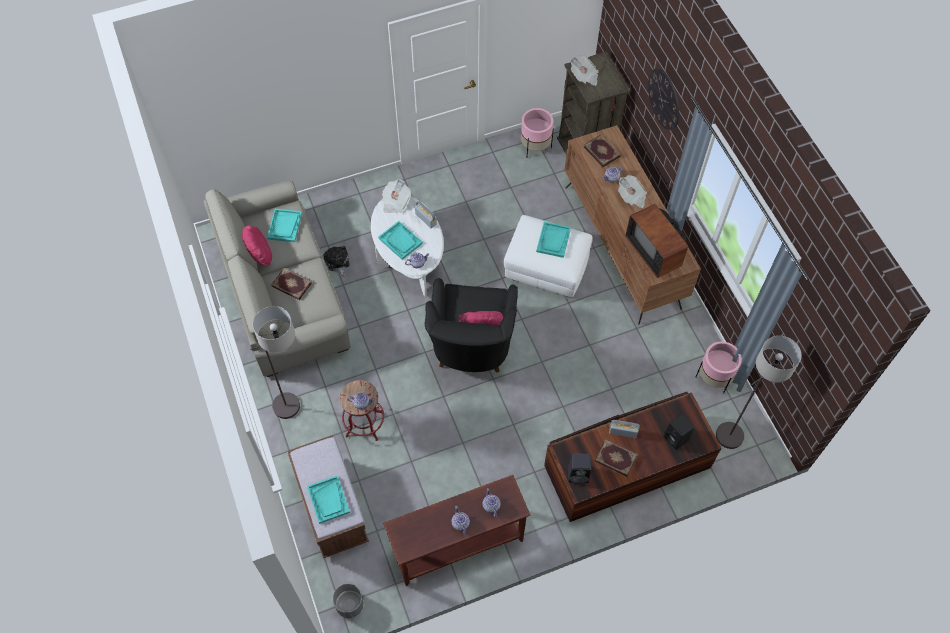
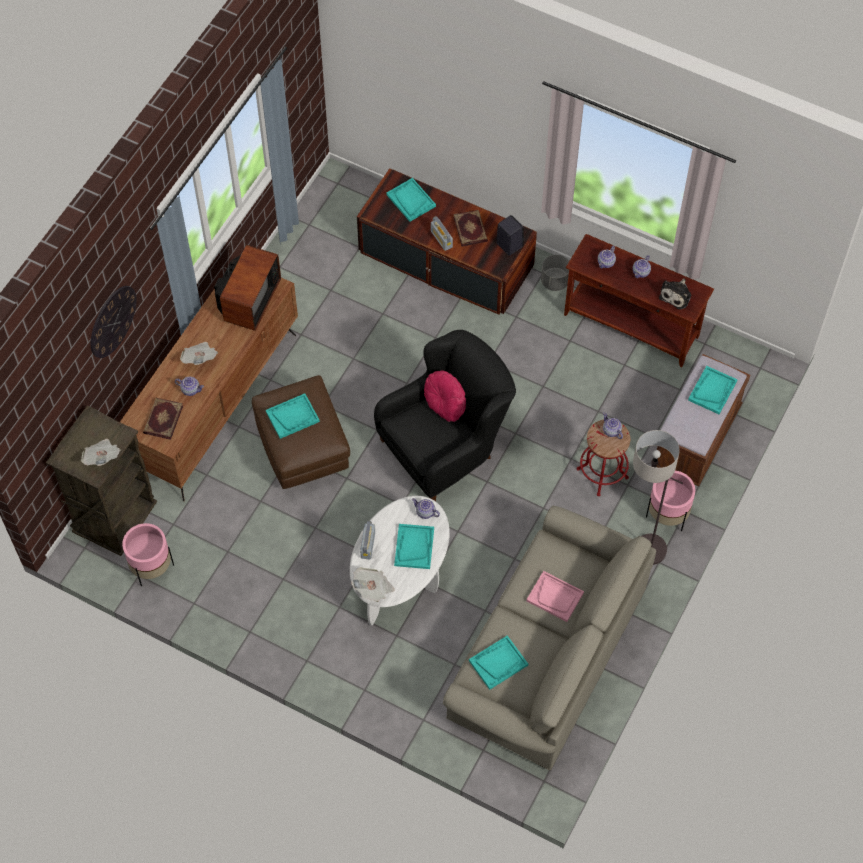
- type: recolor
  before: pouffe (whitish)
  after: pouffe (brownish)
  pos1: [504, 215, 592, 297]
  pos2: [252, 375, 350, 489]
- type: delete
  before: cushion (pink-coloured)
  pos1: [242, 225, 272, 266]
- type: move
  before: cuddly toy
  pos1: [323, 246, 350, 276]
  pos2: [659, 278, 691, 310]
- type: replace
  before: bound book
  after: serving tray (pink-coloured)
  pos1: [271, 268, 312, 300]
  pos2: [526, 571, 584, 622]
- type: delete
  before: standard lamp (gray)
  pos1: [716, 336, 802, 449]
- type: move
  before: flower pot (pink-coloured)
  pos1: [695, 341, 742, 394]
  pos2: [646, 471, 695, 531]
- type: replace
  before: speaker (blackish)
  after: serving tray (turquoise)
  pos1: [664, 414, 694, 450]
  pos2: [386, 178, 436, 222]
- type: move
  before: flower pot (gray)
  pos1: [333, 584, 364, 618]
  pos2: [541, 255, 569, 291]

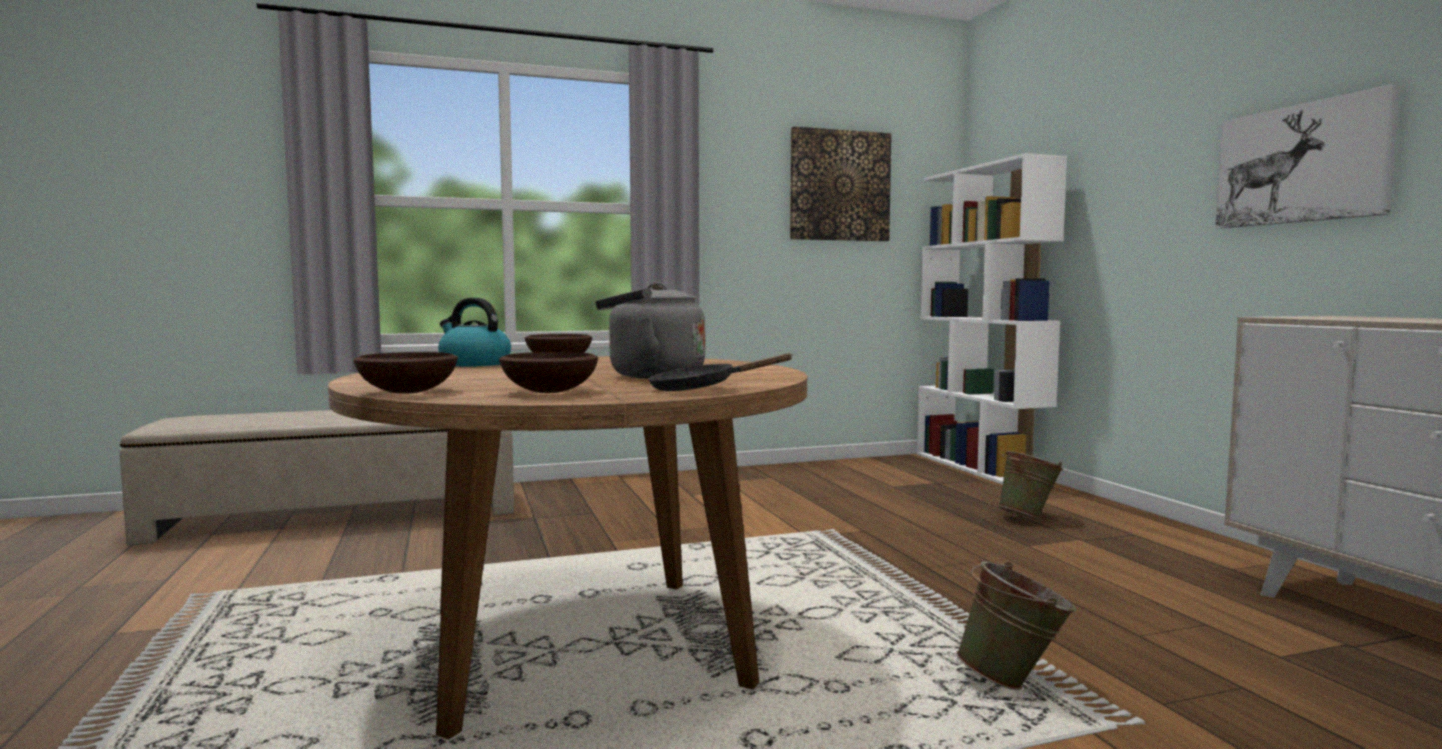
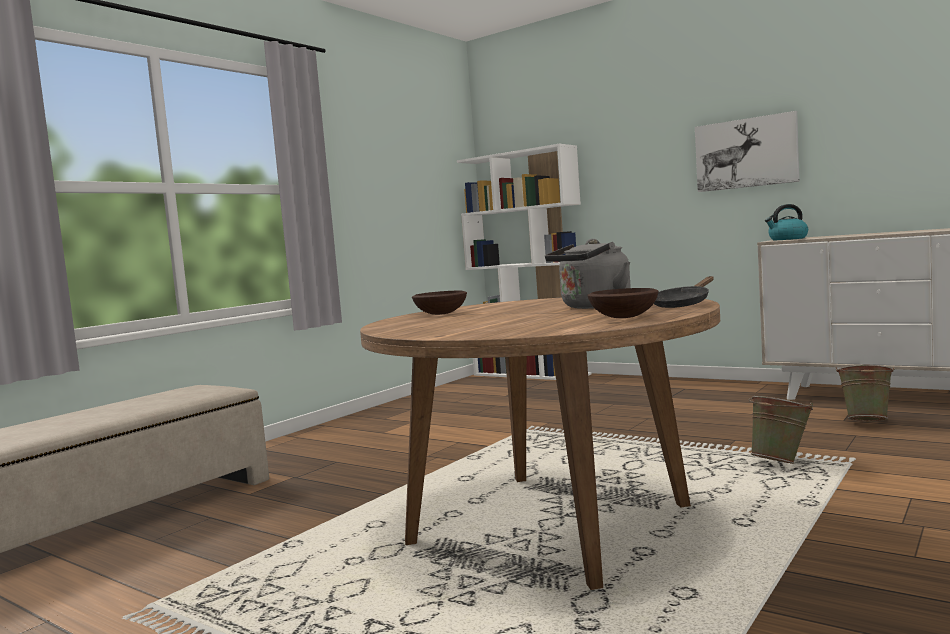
- type: delete
  before: picture
  pos1: [790, 127, 892, 241]
- type: move
  before: water kettle
  pos1: [438, 297, 511, 367]
  pos2: [765, 204, 808, 240]
- type: delete
  before: bowl (brownish)
  pos1: [353, 352, 458, 394]
- type: move
  before: bucket (green-coloured)
  pos1: [998, 451, 1063, 520]
  pos2: [836, 365, 895, 421]

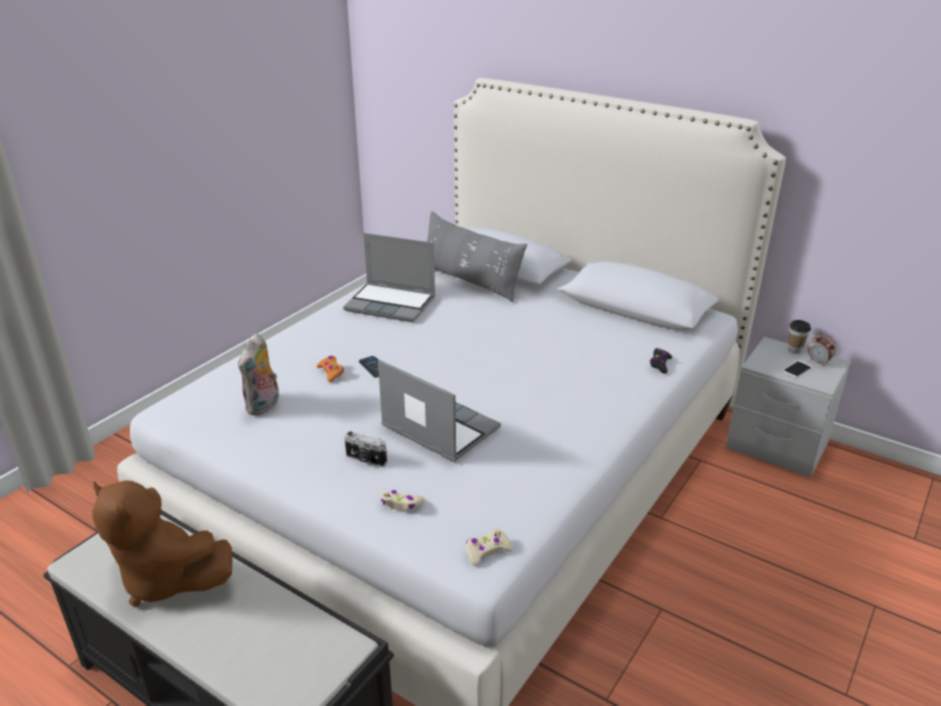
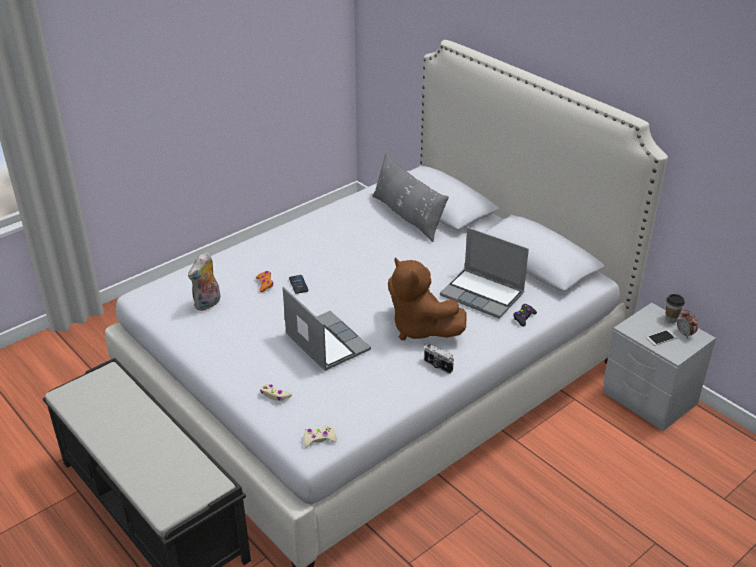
- type: move
  before: portable computer
  pos1: [343, 233, 436, 322]
  pos2: [440, 228, 529, 318]
- type: move
  before: still camera
  pos1: [344, 432, 387, 467]
  pos2: [424, 344, 454, 374]
- type: move
  before: cuddly toy (brownish)
  pos1: [92, 480, 232, 606]
  pos2: [388, 257, 466, 340]

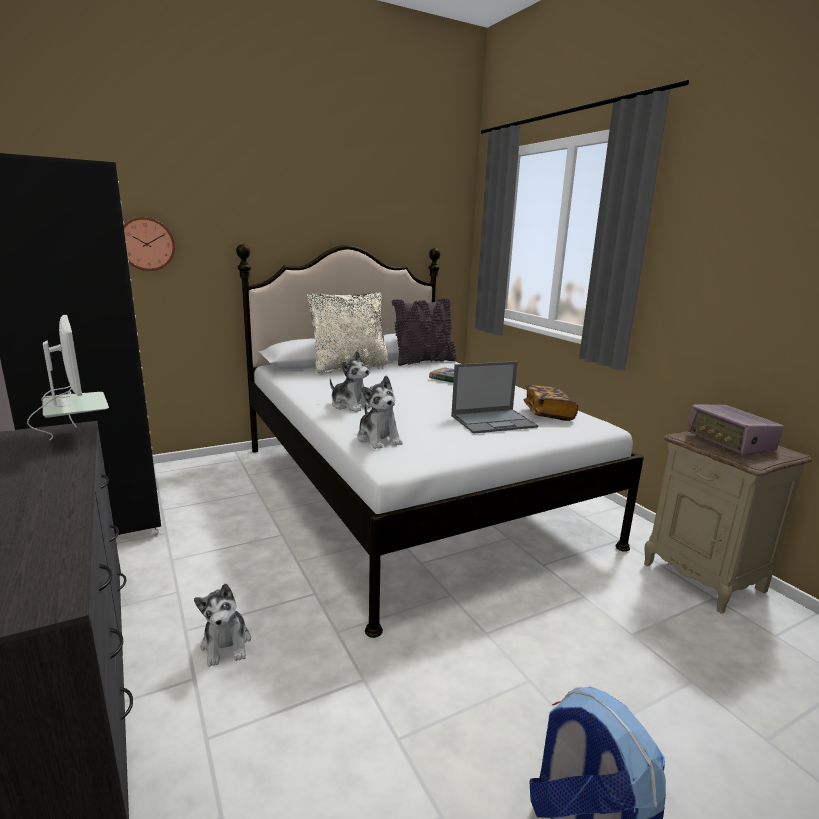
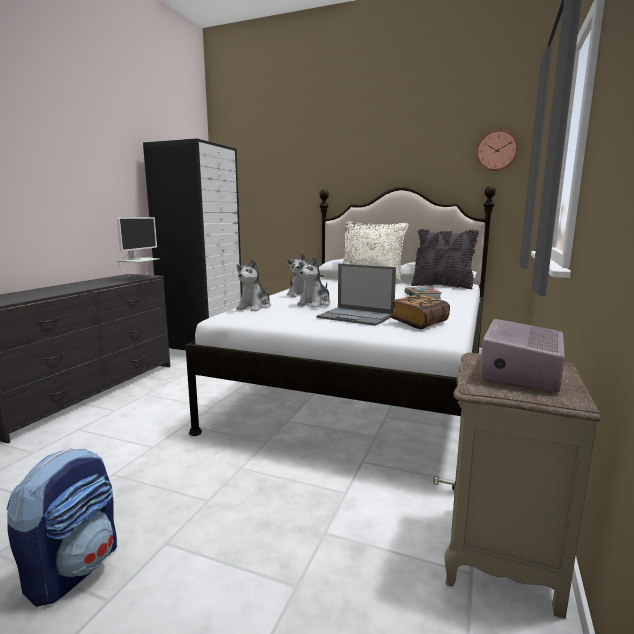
- type: move
  before: clock on the wall
  pos1: [124, 217, 175, 271]
  pos2: [476, 129, 518, 171]
- type: move
  before: cuddly toy
  pos1: [194, 583, 251, 667]
  pos2: [297, 256, 330, 308]

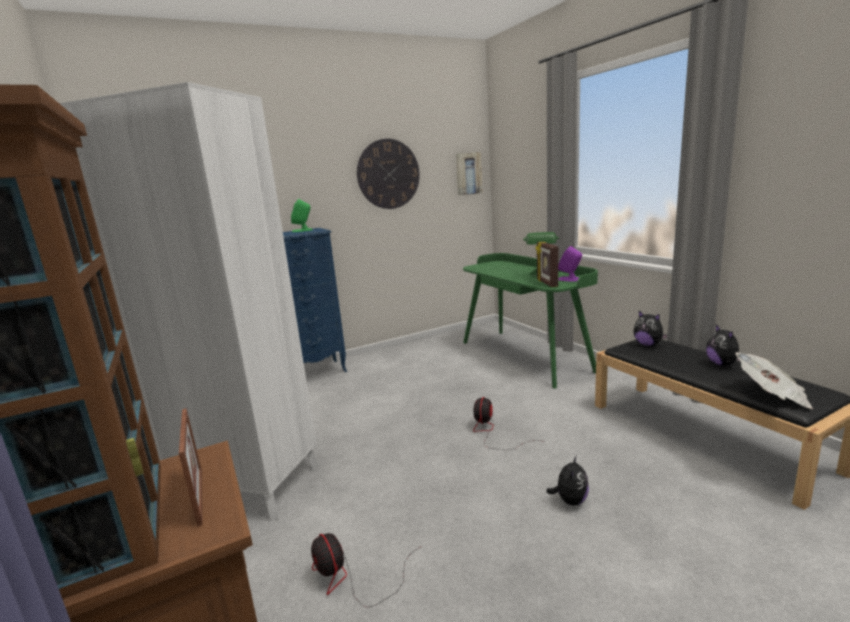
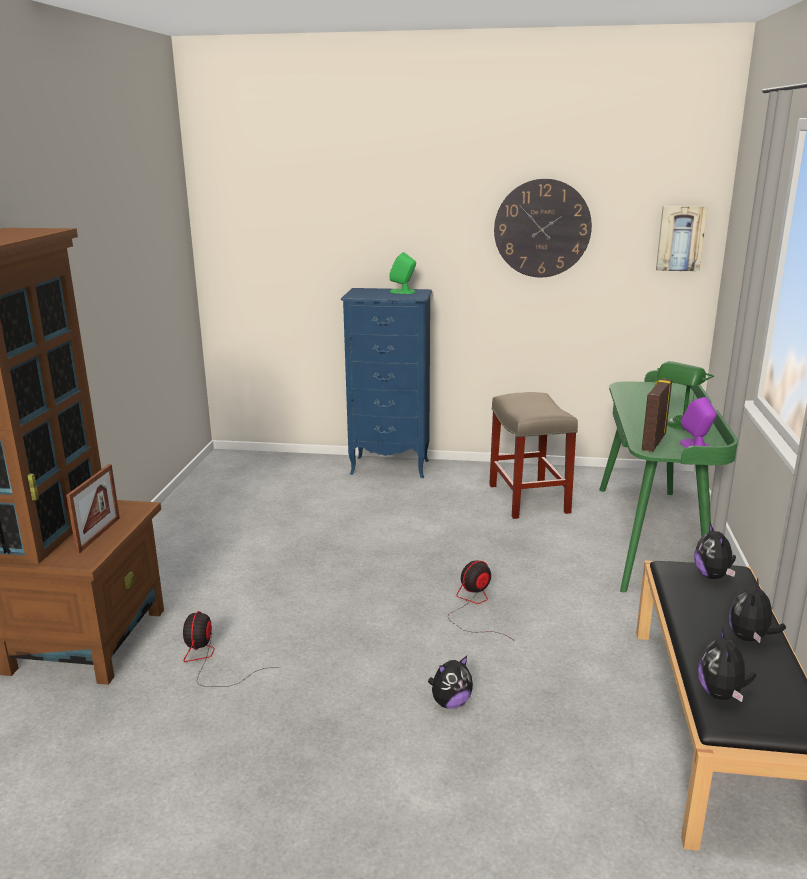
- type: delete
  before: armoire (whitish)
  pos1: [59, 82, 319, 521]
- type: replace
  before: newspaper
  after: cuddly toy
  pos1: [735, 352, 813, 409]
  pos2: [698, 627, 756, 702]
- type: insert
  after: stool (sand-coloured)
  pos2: [489, 392, 578, 519]

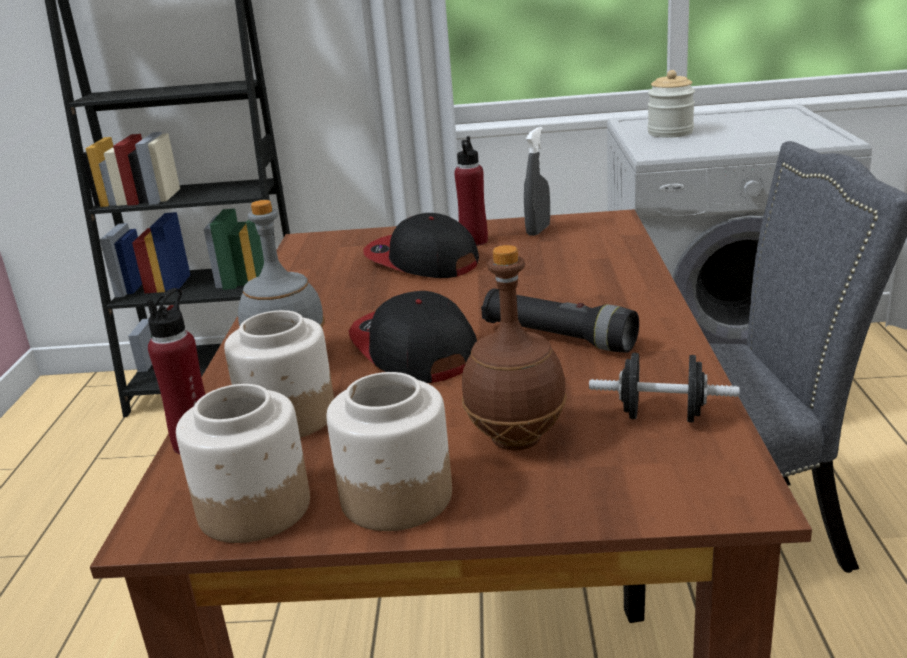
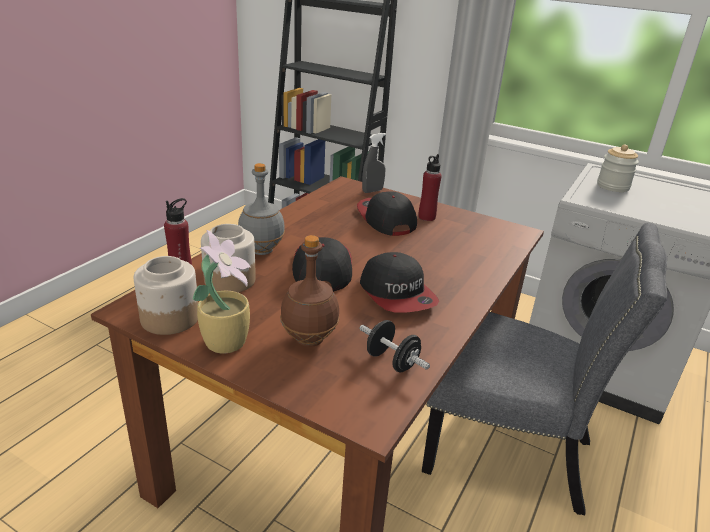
- type: move
  before: spray bottle (gray)
  pos1: [524, 127, 550, 236]
  pos2: [362, 133, 386, 193]
- type: replace
  before: hand torch (blackish)
  after: peaked cap
  pos1: [481, 288, 639, 353]
  pos2: [360, 252, 439, 313]
- type: replace
  before: storage jar
  after: plant in a pot
  pos1: [326, 372, 452, 531]
  pos2: [193, 230, 251, 354]

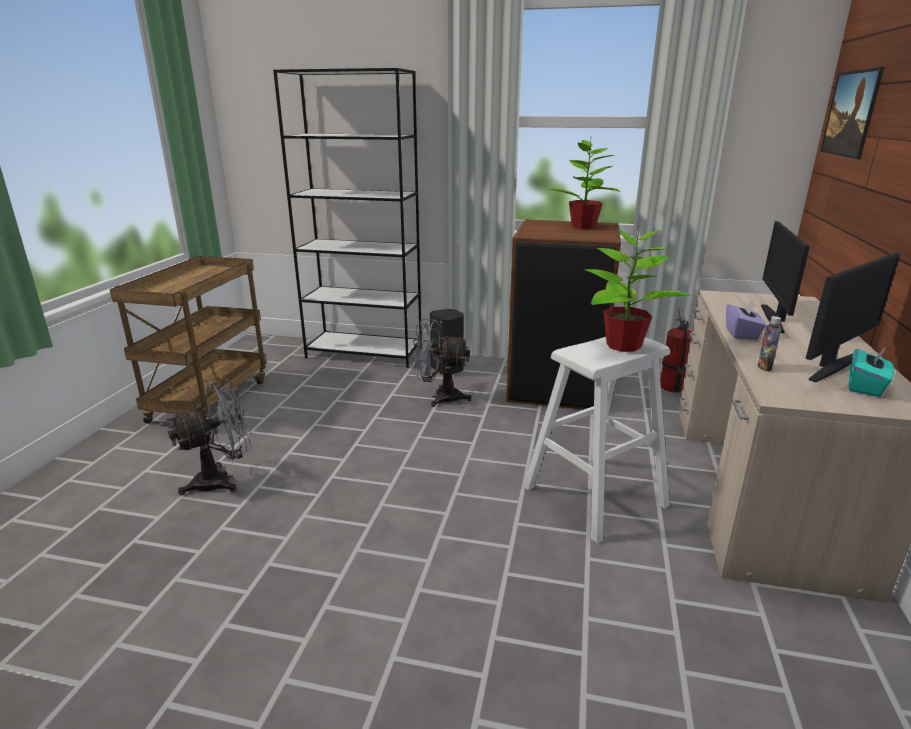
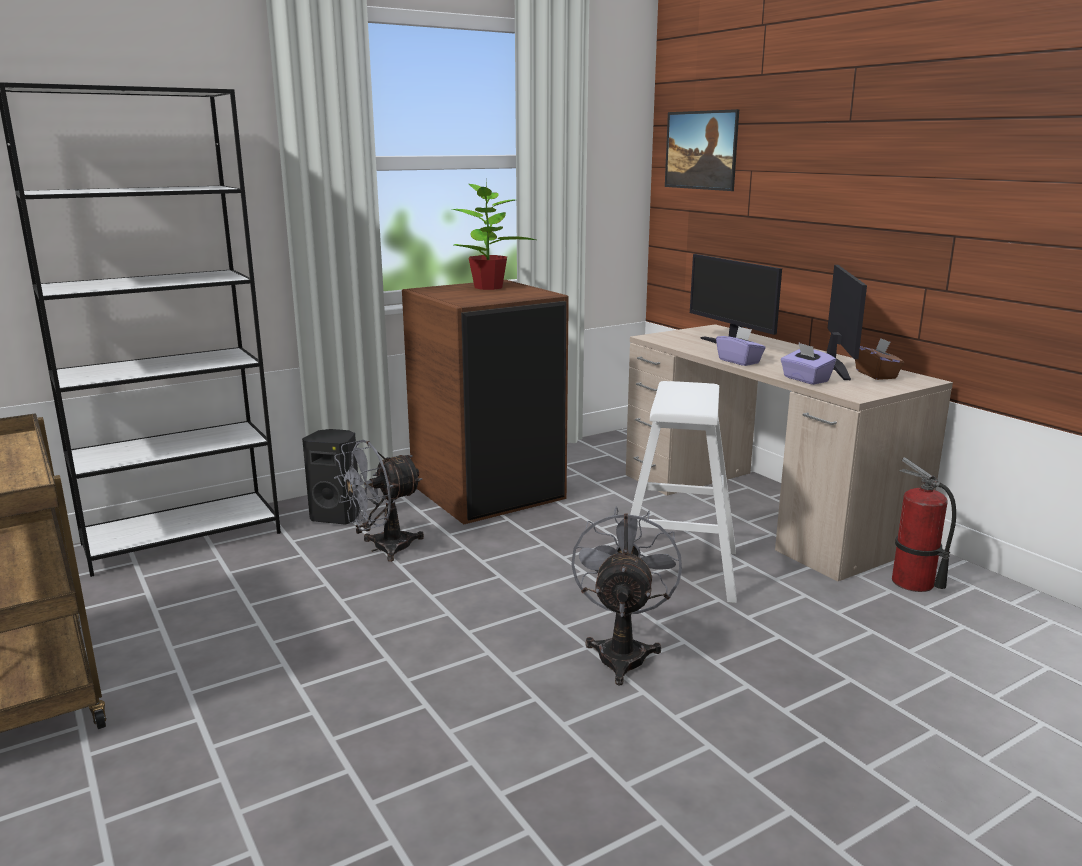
- type: delete
  before: plant in a pot
  pos1: [585, 226, 690, 352]
- type: move
  before: fire extinguisher
  pos1: [660, 308, 692, 392]
  pos2: [892, 457, 956, 592]
- type: replace
  before: bottle
  after: tissue holder (purple)
  pos1: [758, 316, 781, 371]
  pos2: [781, 342, 836, 385]
- type: recolor
  before: tissue holder (turquoise)
  after: tissue holder (brownish)
  pos1: [849, 346, 894, 397]
  pos2: [855, 338, 904, 380]
- type: move
  before: cooling fan (gray)
  pos1: [168, 379, 252, 495]
  pos2: [571, 507, 682, 685]

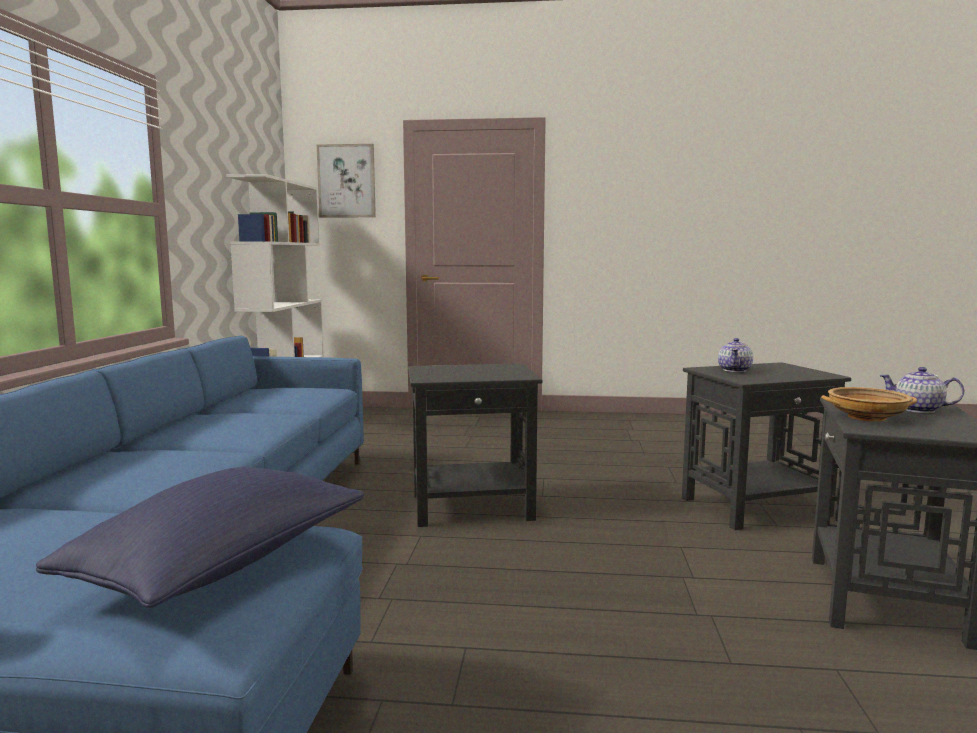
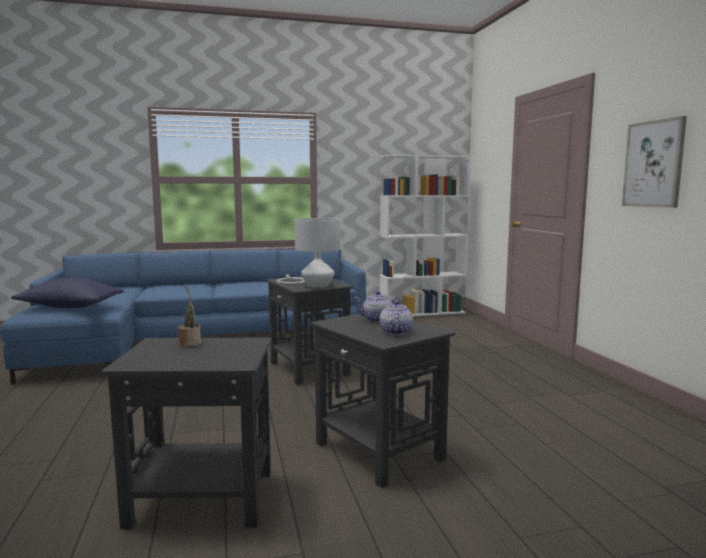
- type: move
  before: picture
  pos1: [317, 144, 376, 218]
  pos2: [622, 116, 687, 208]
- type: move
  before: teapot
  pos1: [879, 367, 964, 413]
  pos2: [379, 301, 413, 335]
- type: replace
  before: bowl (sand-coloured)
  after: plant in a pot
  pos1: [821, 387, 917, 422]
  pos2: [178, 285, 201, 347]
- type: insert
  after: lamp for a table (whitish)
  pos2: [276, 218, 340, 288]

